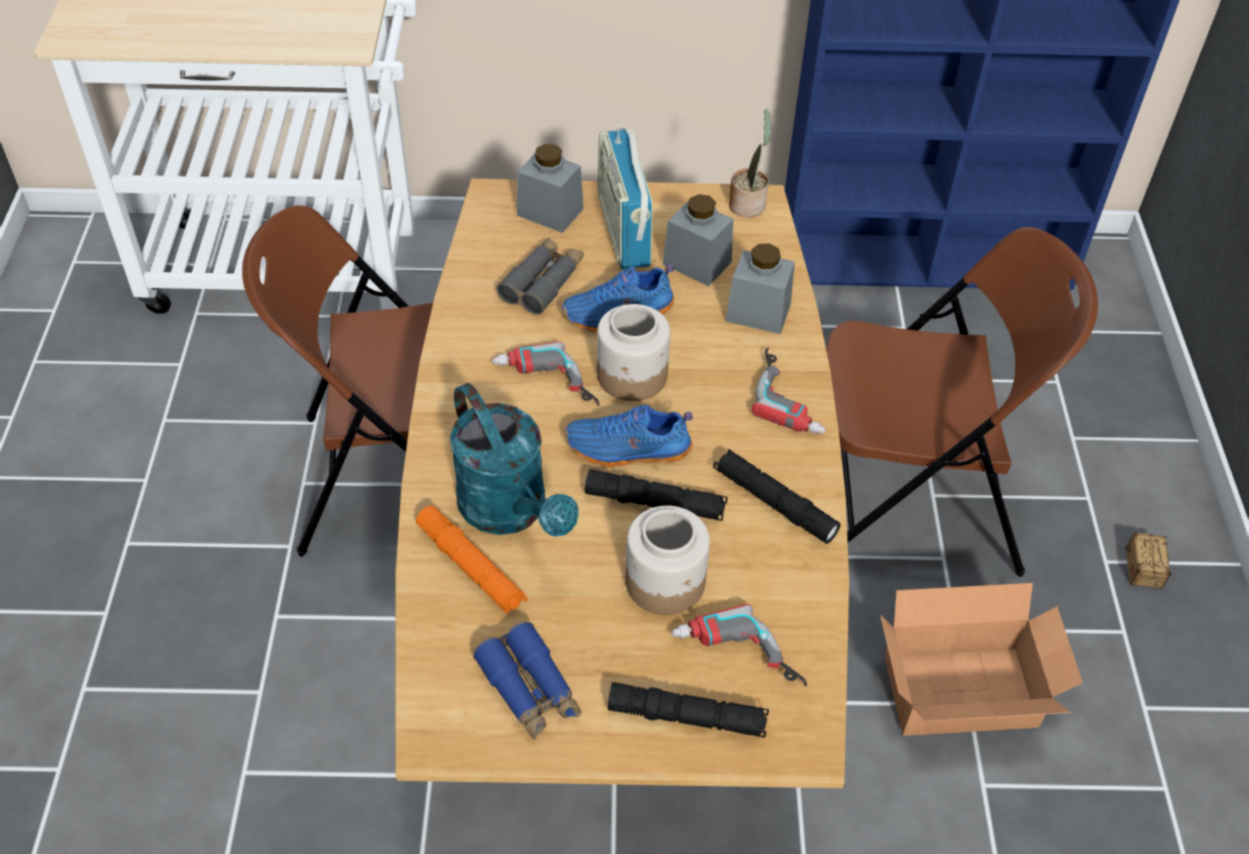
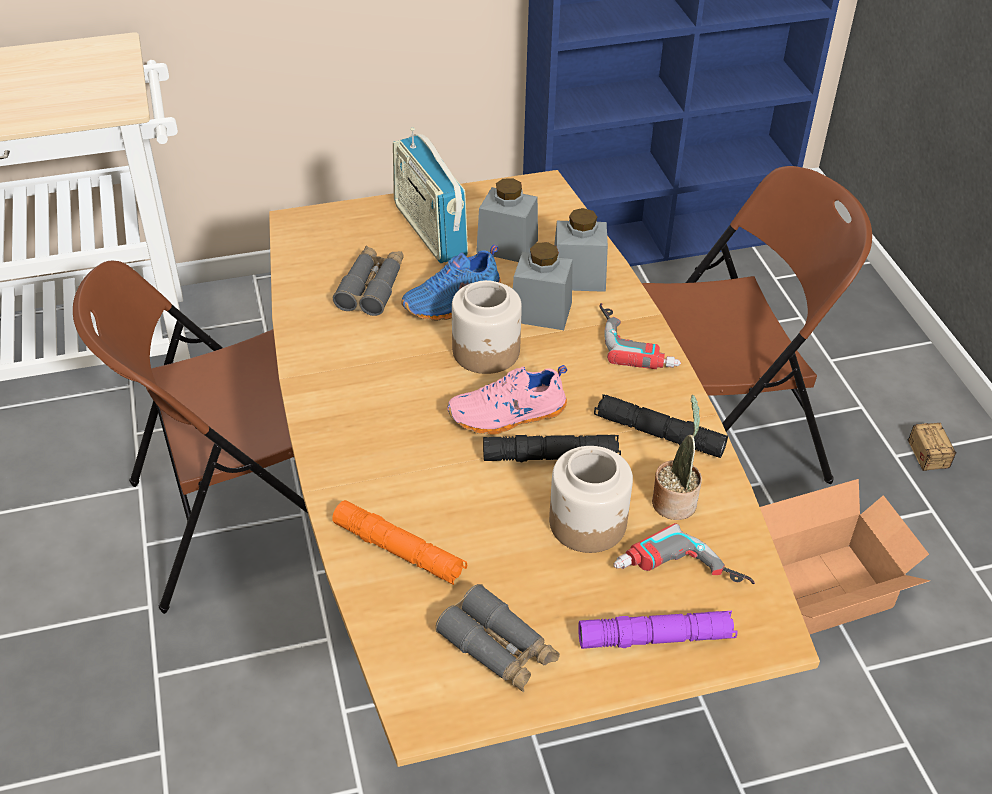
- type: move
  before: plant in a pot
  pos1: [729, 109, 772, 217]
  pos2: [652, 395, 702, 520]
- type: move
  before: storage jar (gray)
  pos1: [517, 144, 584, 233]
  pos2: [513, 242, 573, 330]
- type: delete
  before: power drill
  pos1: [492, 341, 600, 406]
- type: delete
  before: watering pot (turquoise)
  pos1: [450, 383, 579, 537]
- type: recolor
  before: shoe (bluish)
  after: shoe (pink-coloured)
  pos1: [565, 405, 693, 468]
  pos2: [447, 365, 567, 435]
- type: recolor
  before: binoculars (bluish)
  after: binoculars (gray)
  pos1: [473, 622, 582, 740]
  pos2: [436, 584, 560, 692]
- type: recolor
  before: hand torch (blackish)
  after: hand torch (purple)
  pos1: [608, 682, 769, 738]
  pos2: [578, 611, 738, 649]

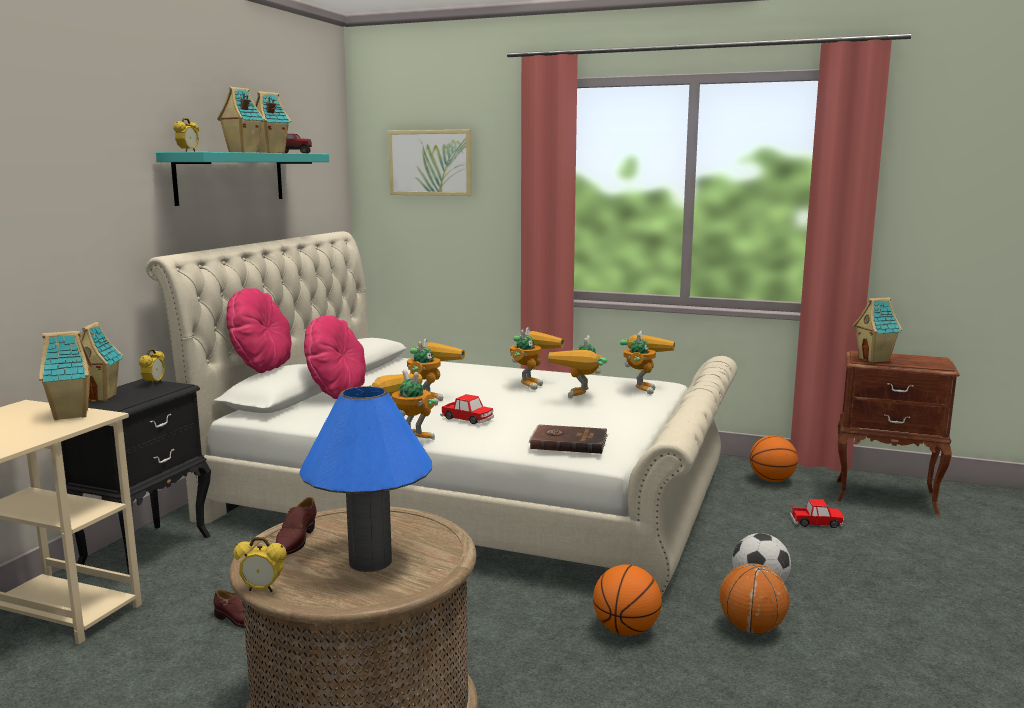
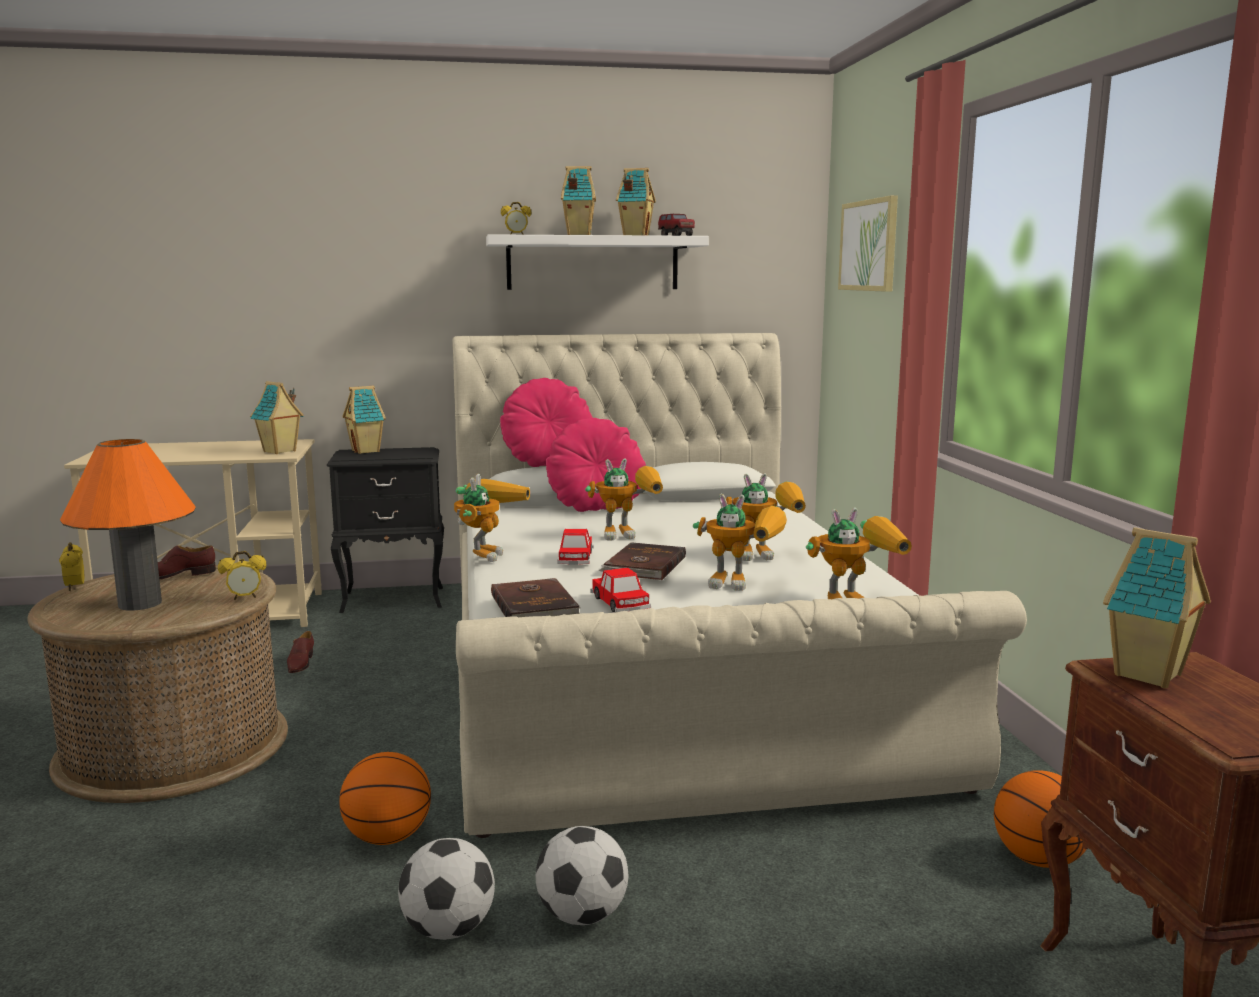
- type: recolor
  before: wall shelf (turquoise)
  after: wall shelf (whitish)
  pos1: [156, 152, 329, 206]
  pos2: [486, 234, 709, 290]
- type: rotate
  before: toy robot
  pos1: [548, 335, 607, 398]
  pos2: [693, 494, 787, 591]
  turn: -150
- type: move
  before: bedside clock
  pos1: [139, 349, 165, 385]
  pos2: [218, 551, 266, 600]
- type: recolor
  before: lamp for a table (bluish)
  after: lamp for a table (orange)
  pos1: [299, 386, 432, 572]
  pos2: [60, 439, 196, 610]
- type: move
  before: toy car
  pos1: [790, 499, 844, 528]
  pos2: [590, 567, 651, 612]
- type: replace
  before: basketball ball
  after: ball for football
  pos1: [720, 563, 789, 633]
  pos2: [398, 838, 495, 940]
- type: insert
  after: bound book (brownish)
  pos2: [599, 542, 686, 580]

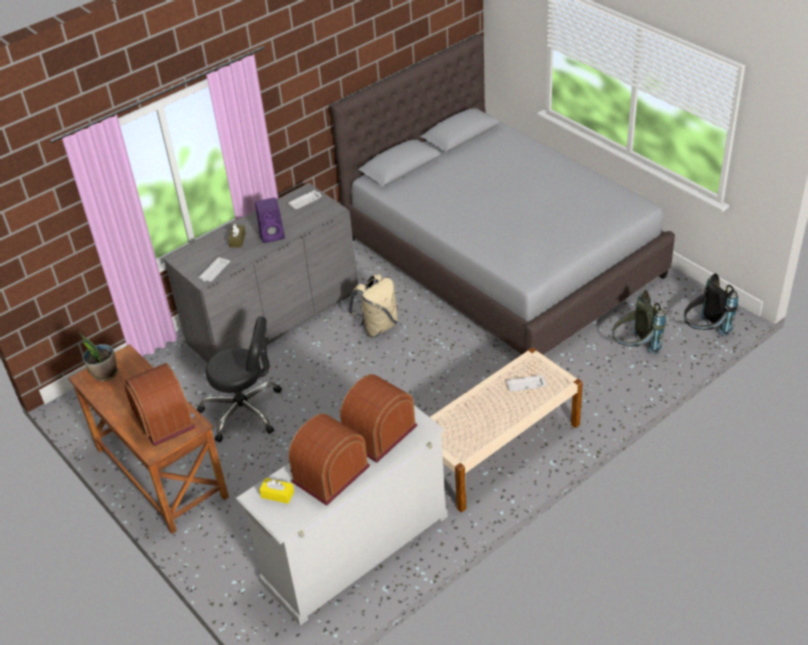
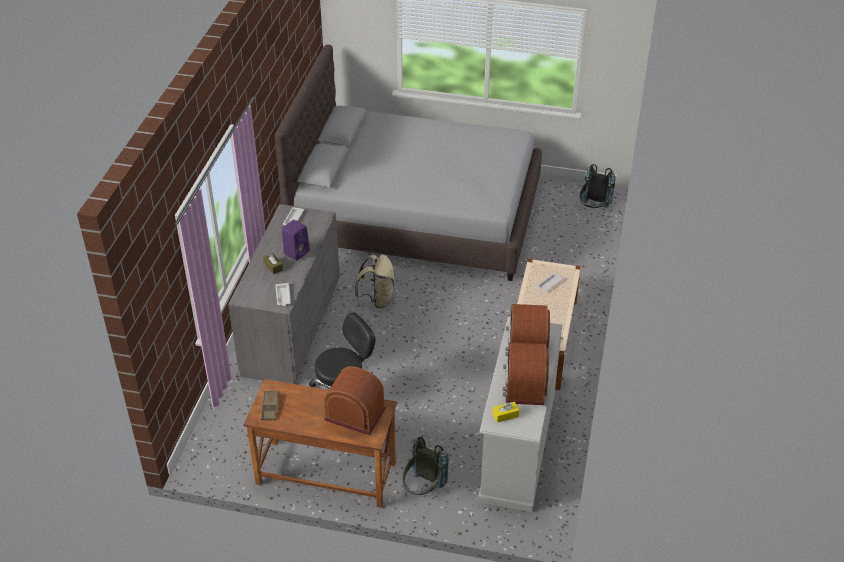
- type: move
  before: rucksack (gray)
  pos1: [612, 290, 666, 355]
  pos2: [402, 437, 449, 495]
- type: replace
  before: plant in a pot
  after: serving tray (brownish)
  pos1: [79, 332, 117, 381]
  pos2: [261, 391, 279, 420]

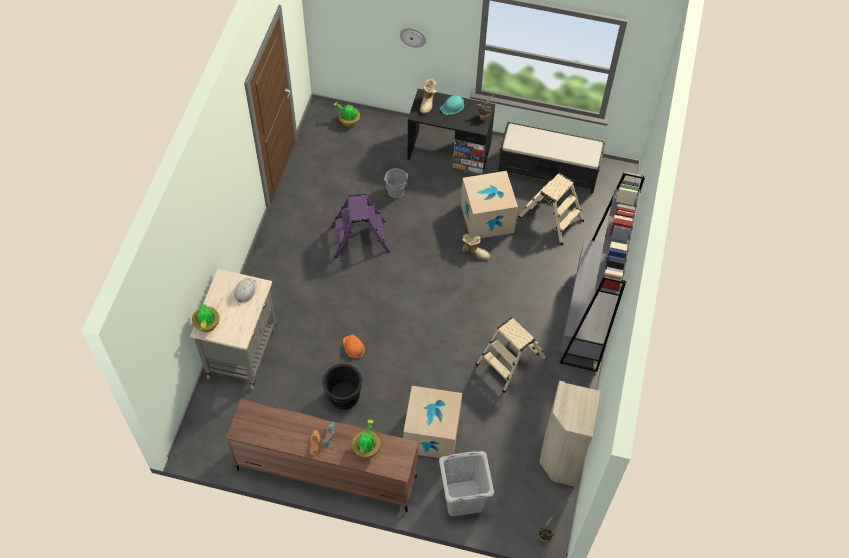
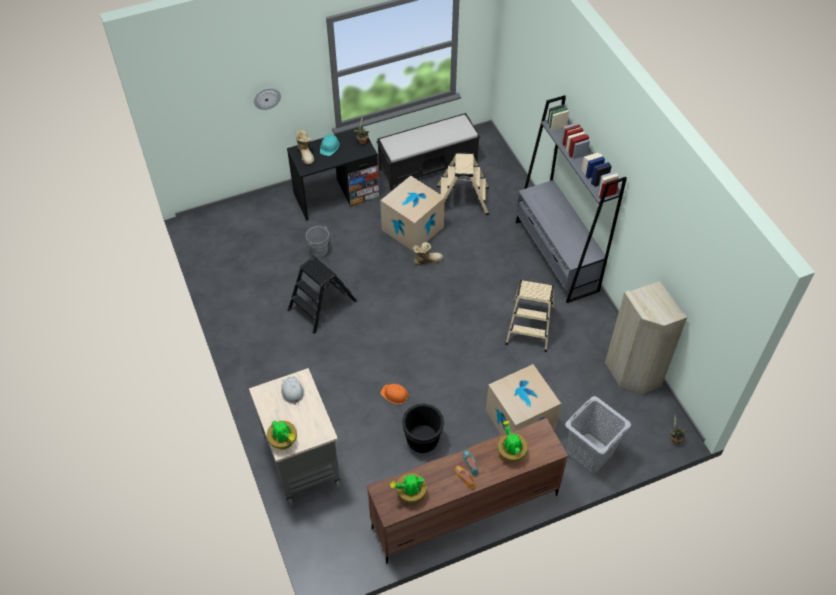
- type: move
  before: plant in a pot
  pos1: [334, 102, 360, 127]
  pos2: [390, 473, 427, 503]
- type: recolor
  before: step ladder (purple)
  after: step ladder (blackish)
  pos1: [331, 194, 390, 258]
  pos2: [287, 256, 357, 334]

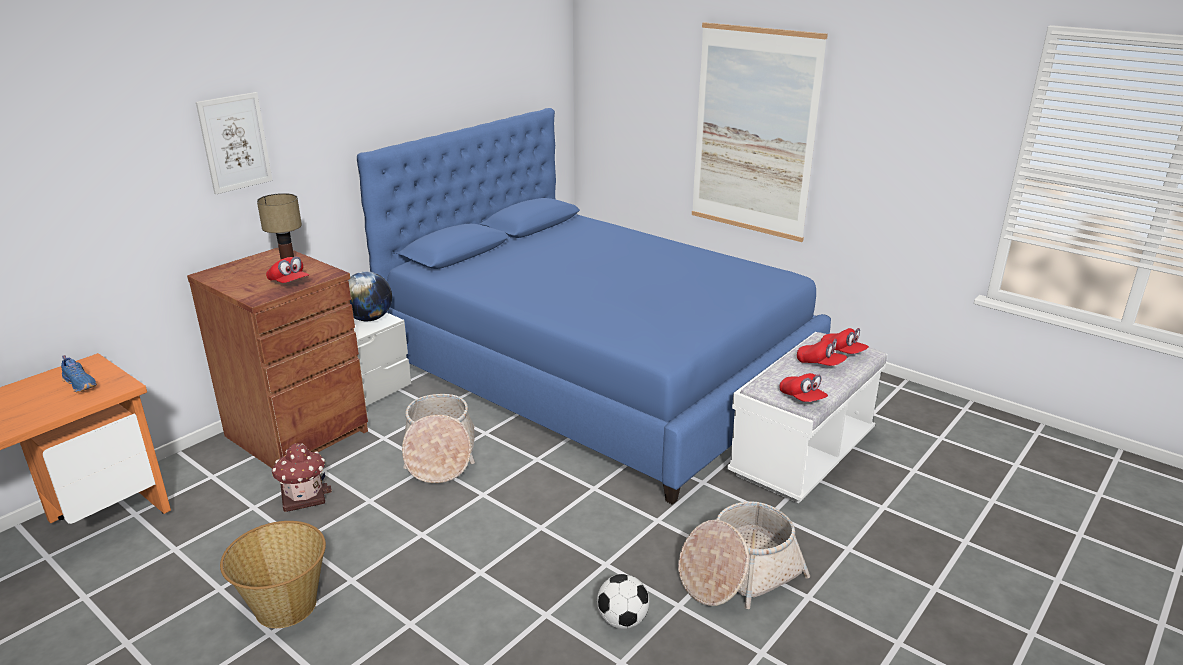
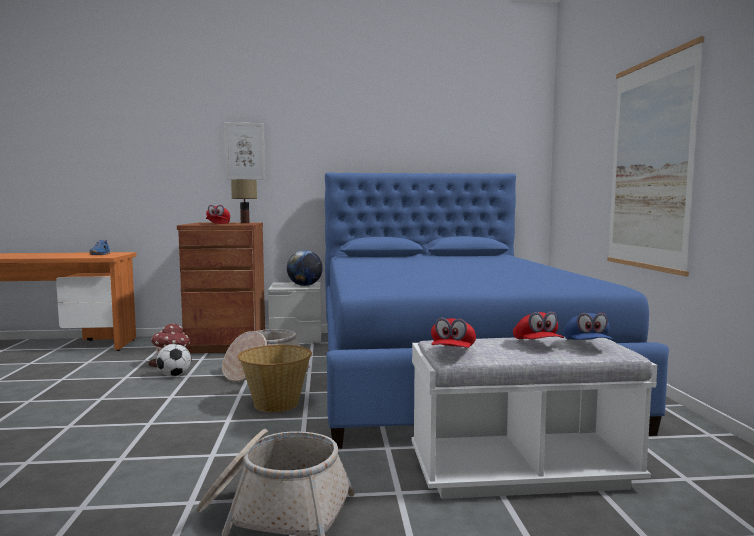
- type: recolor
  before: peaked cap (red)
  after: peaked cap (bluish)
  pos1: [821, 328, 869, 354]
  pos2: [563, 313, 614, 340]
- type: move
  before: storage basket
  pos1: [220, 521, 326, 628]
  pos2: [238, 345, 312, 412]
- type: move
  before: ball for football
  pos1: [597, 574, 649, 629]
  pos2: [156, 344, 191, 377]

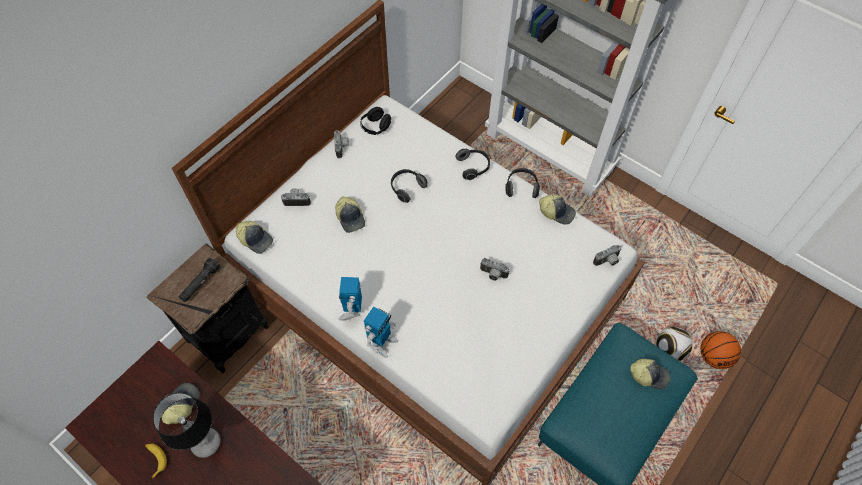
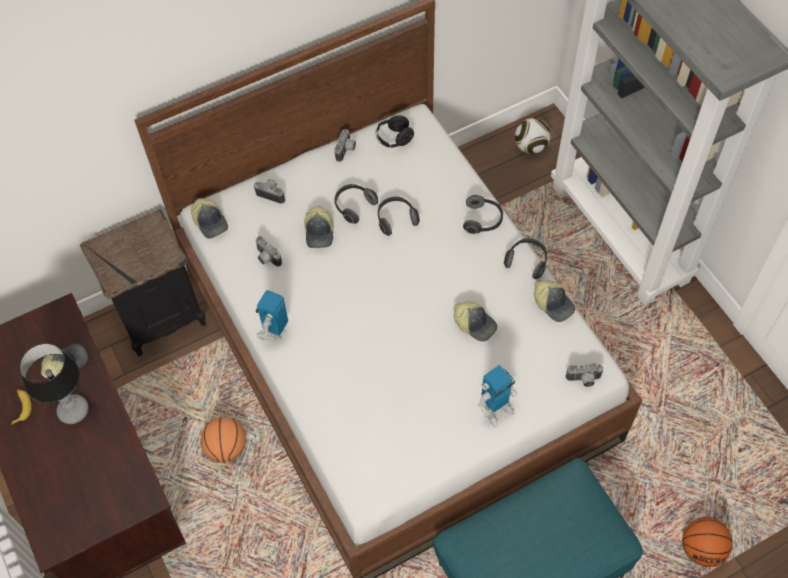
- type: delete
  before: hand torch (blackish)
  pos1: [179, 258, 220, 302]
- type: move
  before: still camera
  pos1: [480, 258, 510, 281]
  pos2: [255, 236, 282, 267]
- type: move
  before: toy robot
  pos1: [364, 307, 398, 358]
  pos2: [478, 365, 518, 427]
- type: move
  before: ball for football
  pos1: [656, 327, 692, 361]
  pos2: [515, 118, 551, 154]
- type: move
  before: peaked cap
  pos1: [630, 359, 670, 389]
  pos2: [453, 301, 498, 342]
- type: insert
  after: pair of headphones
  pos2: [334, 184, 378, 224]
- type: insert
  after: basketball ball
  pos2: [200, 417, 246, 463]

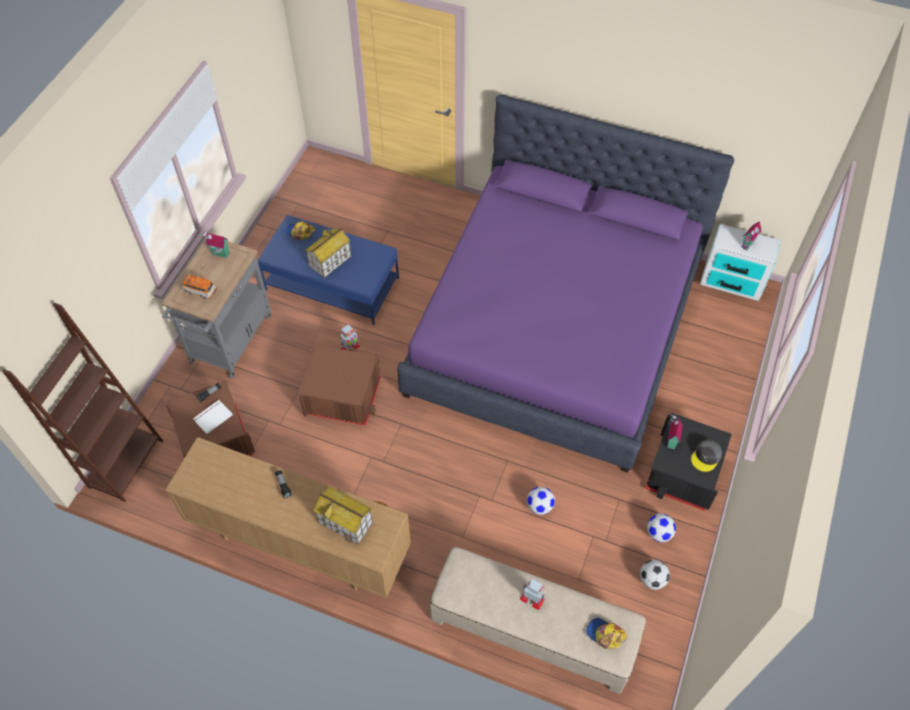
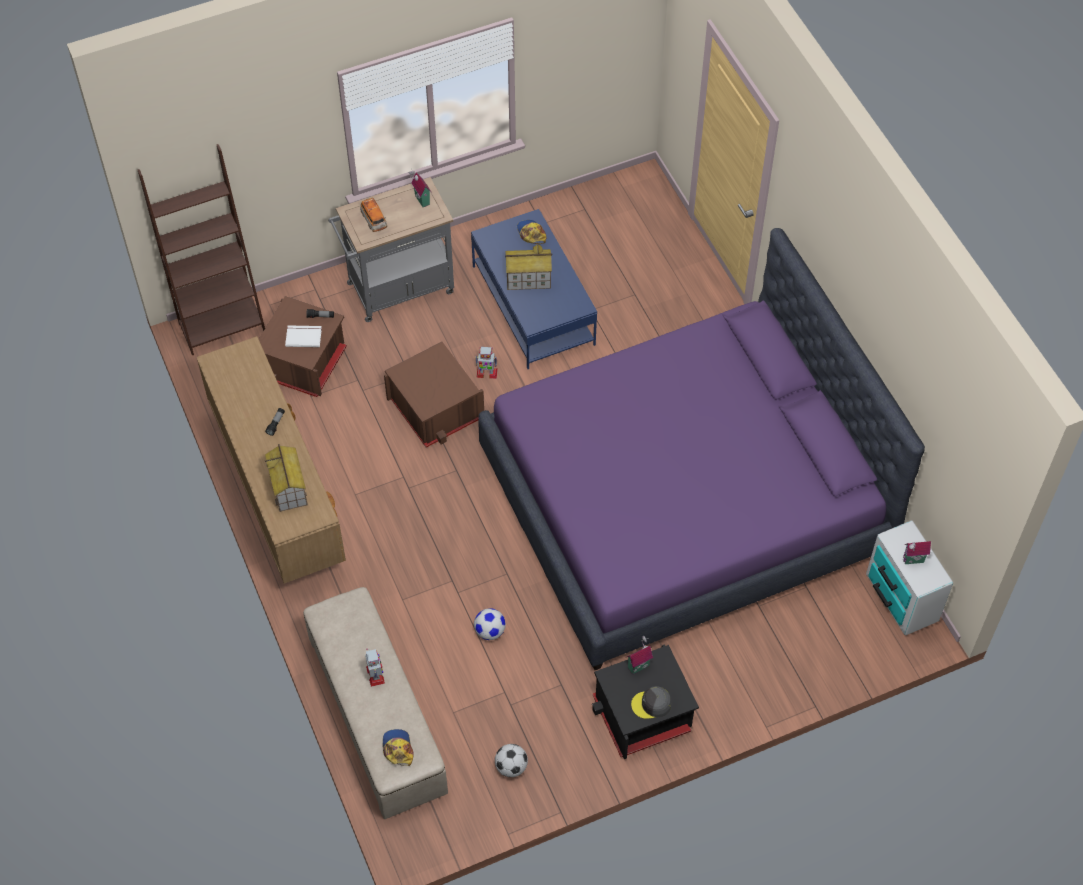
- type: delete
  before: ball for football
  pos1: [647, 514, 676, 542]

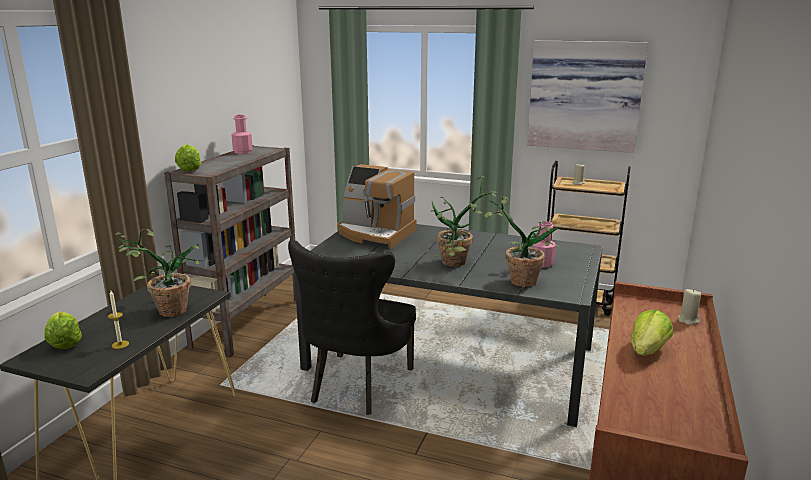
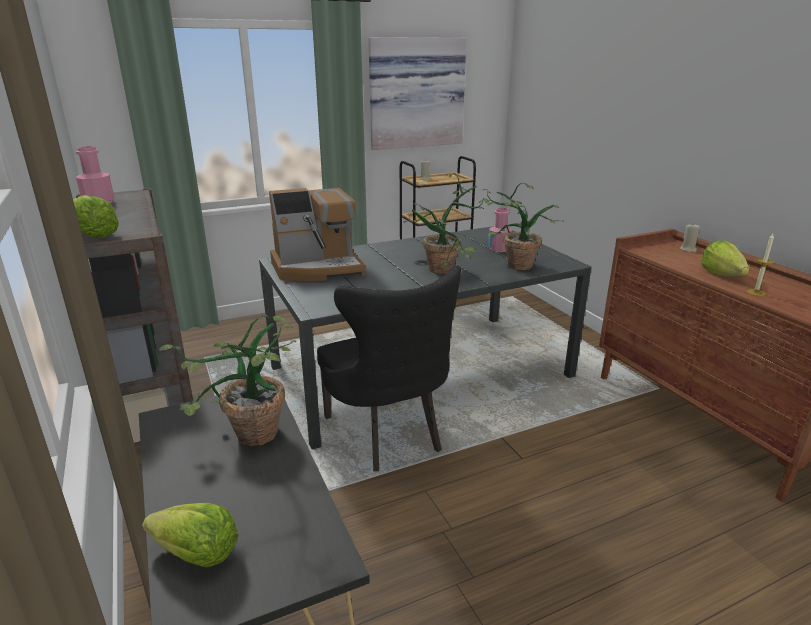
- type: move
  before: candle
  pos1: [108, 291, 129, 349]
  pos2: [747, 234, 774, 296]

